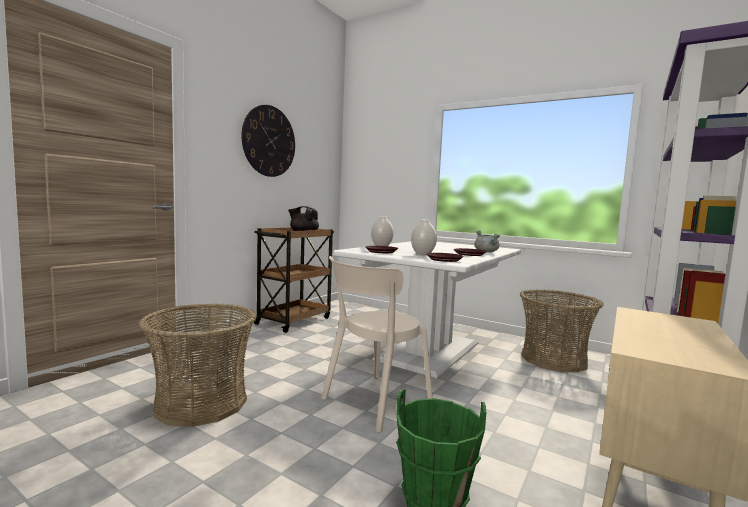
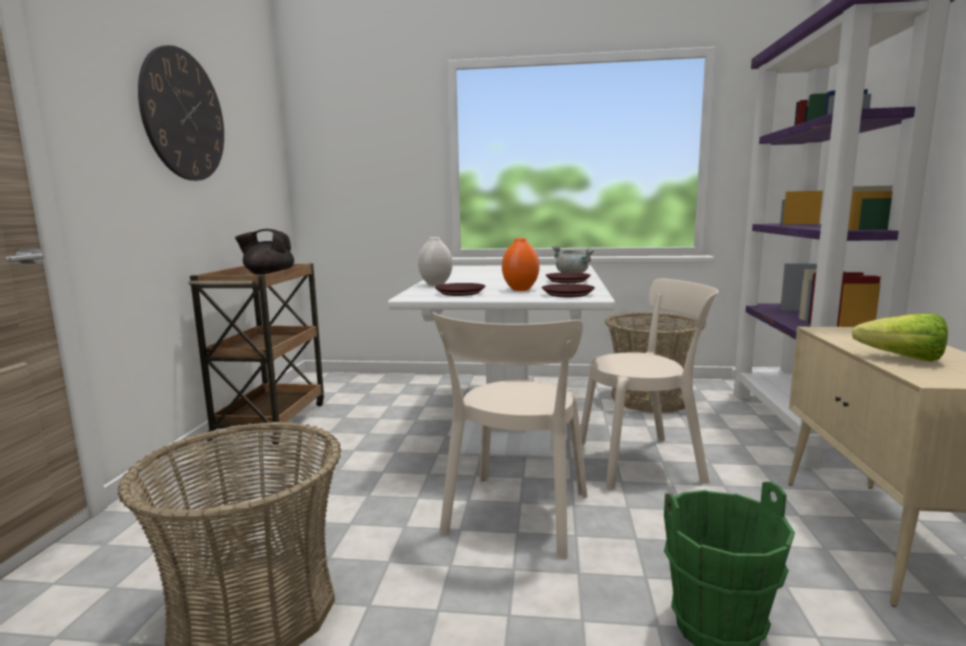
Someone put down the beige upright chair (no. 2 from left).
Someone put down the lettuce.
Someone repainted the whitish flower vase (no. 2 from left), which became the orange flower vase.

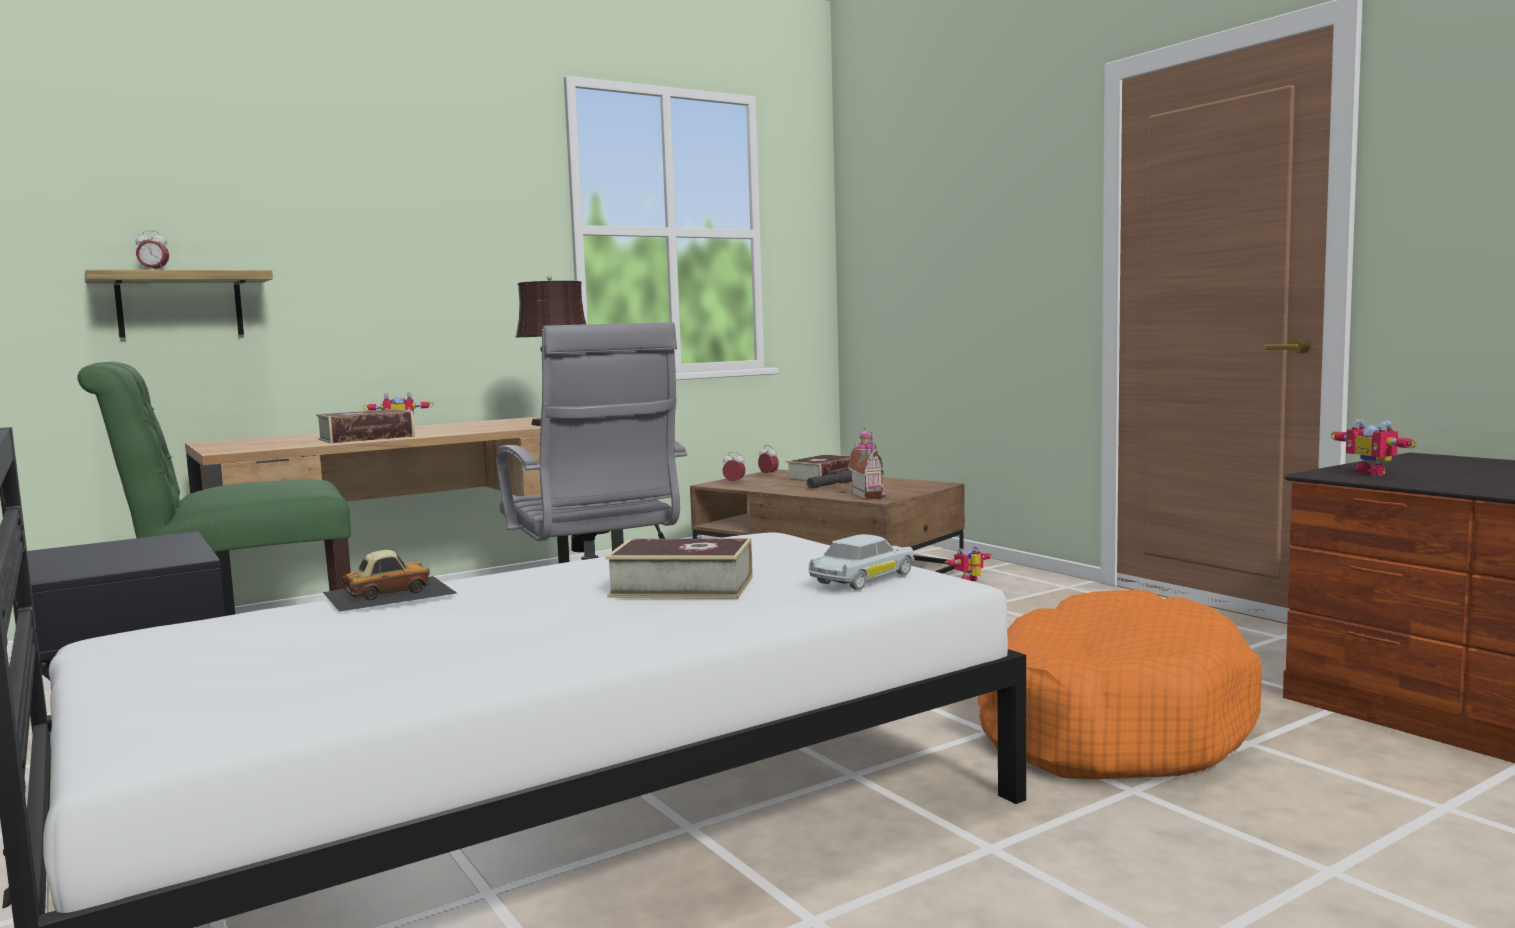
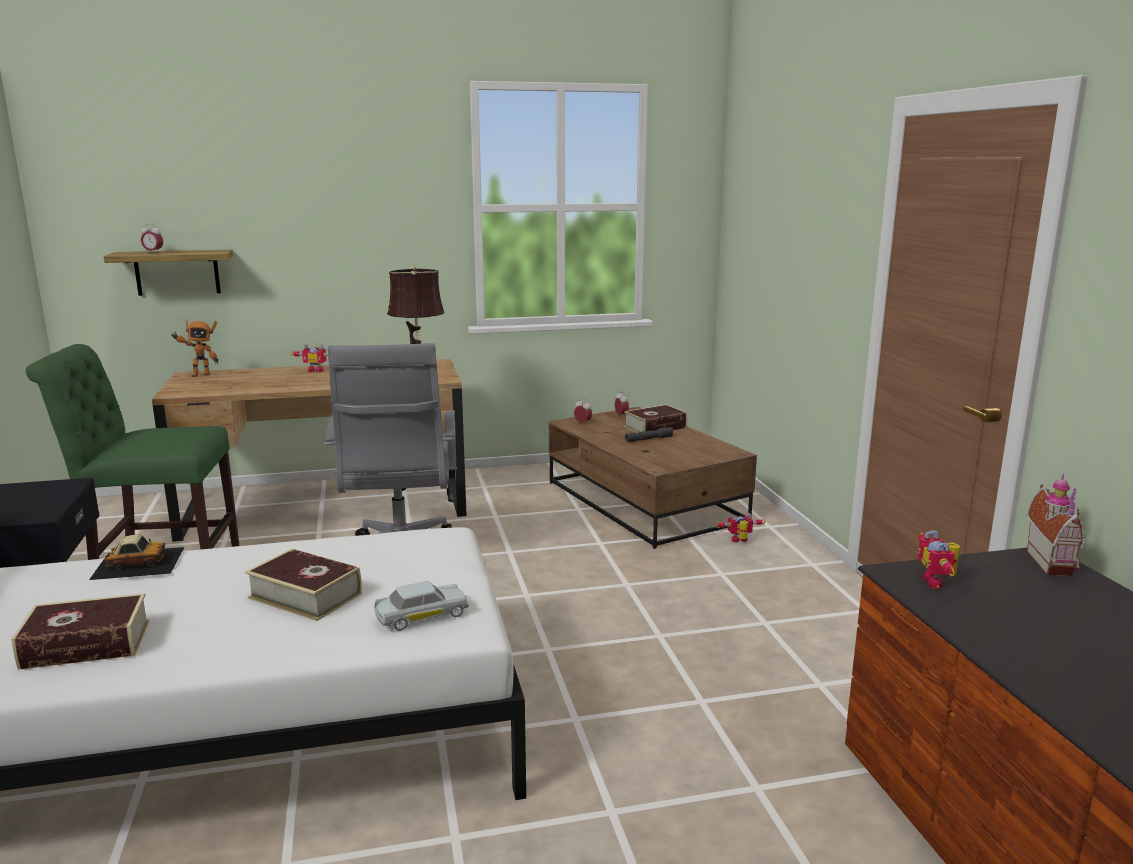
Someone took away the orange pet bed.
Someone put down the robot figure (no. 1 from left).
Someone carried the volume (no. 1 from left).
Someone carried the toy house.

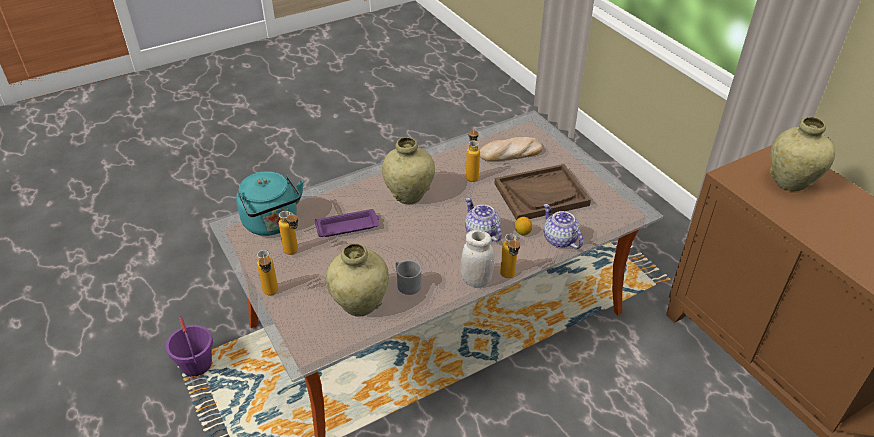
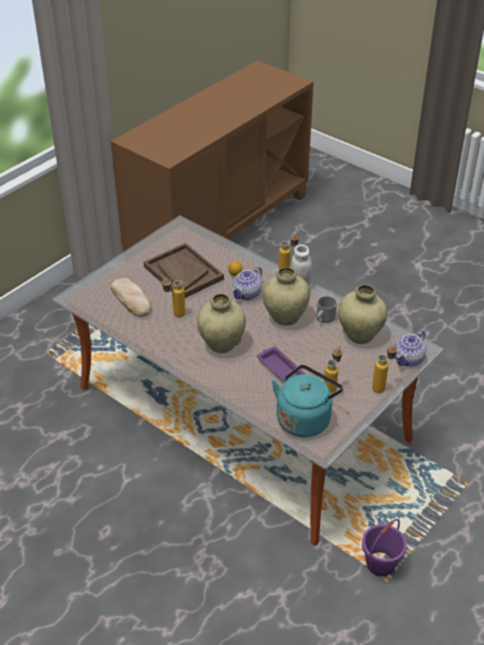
Someone carried the teapot (no. 2 from left).
Someone carried the beige flower vase (no. 3 from left in the first image).

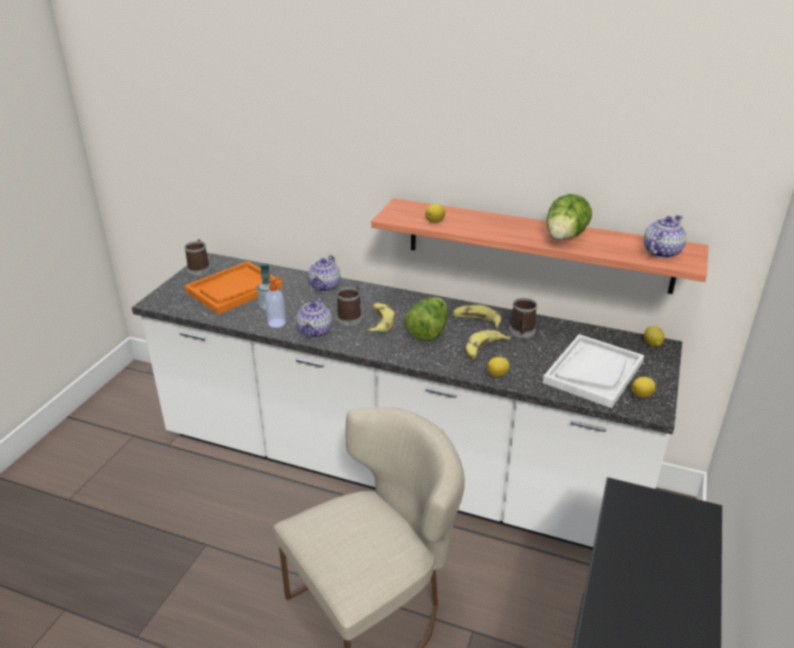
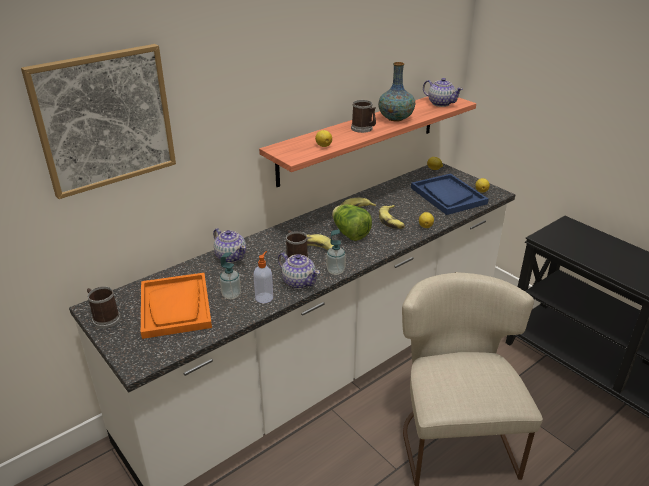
Someone put up the wall art.
Someone put down the soap bottle (no. 3 from left).
Someone carried the coffee mug (no. 3 from left).
Someone swapped the lettuce (no. 2 from left) for the flower vase.
Someone repainted the whitish serving tray, which became the bluish serving tray.
Someone rotated the teapot (no. 3 from left) by 150 degrees clockwise.

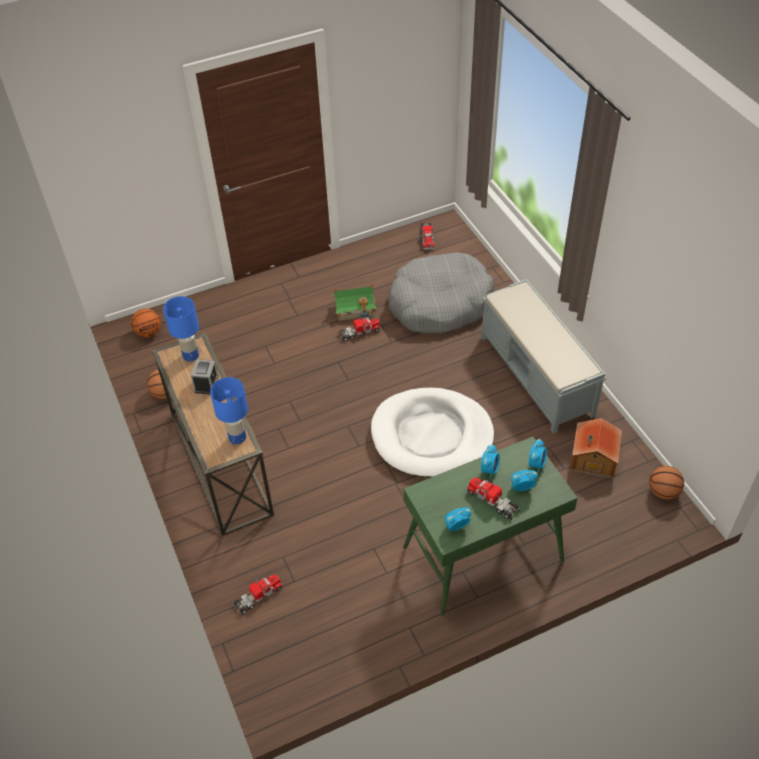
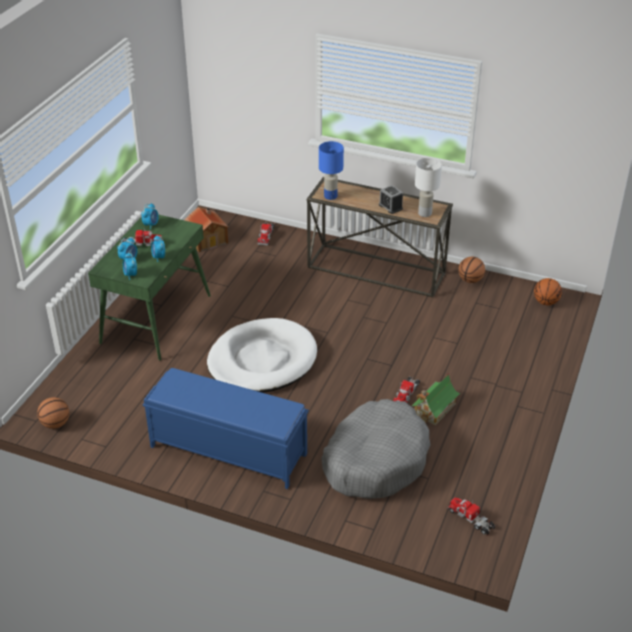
Someone carried the toy house (no. 2 from left in the first image).
Someone repainted the bluish lamp for a table (no. 1 from left), which became the whitish lamp for a table.
Someone repainted the gray indoor bench, which became the bluish indoor bench.

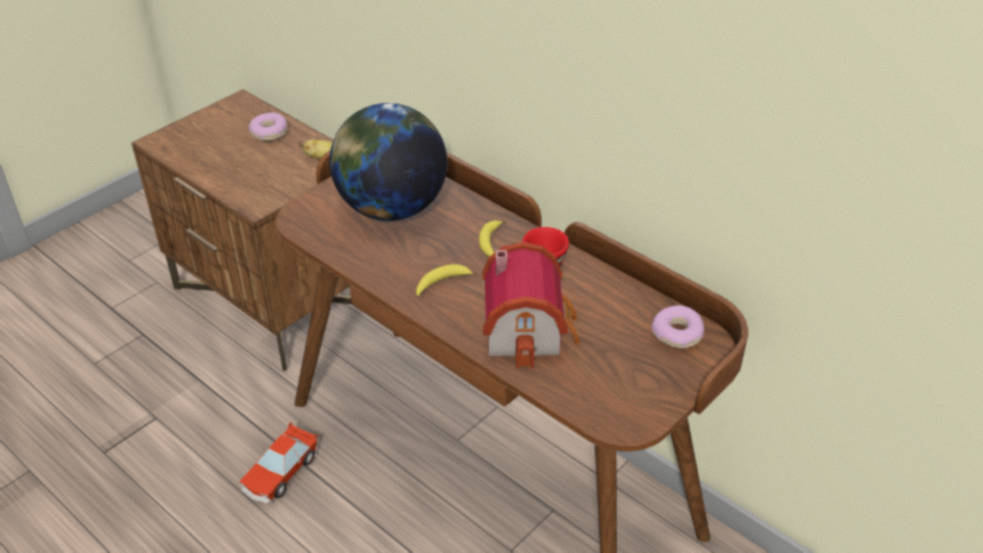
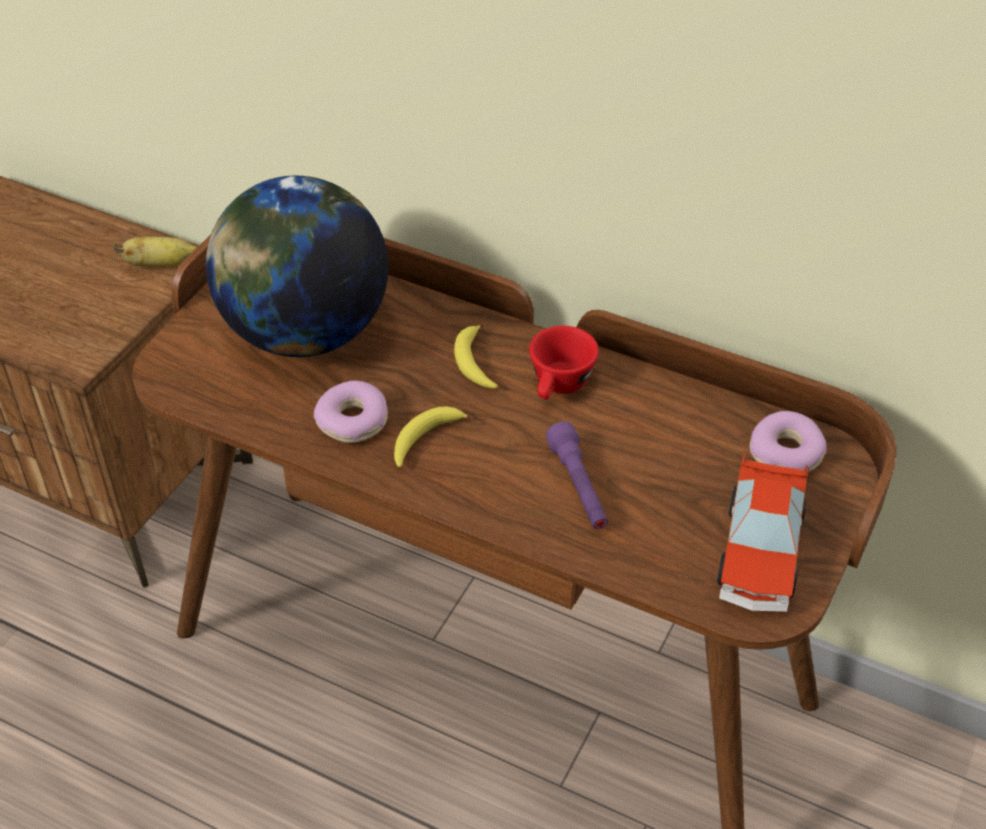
Someone carried the model car.
Someone carried the doughnut (no. 1 from left).
Someone swapped the toy house for the purple-coloured hand torch.

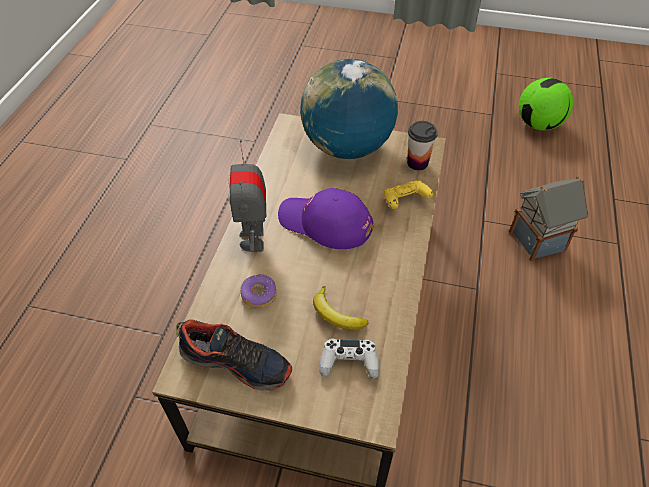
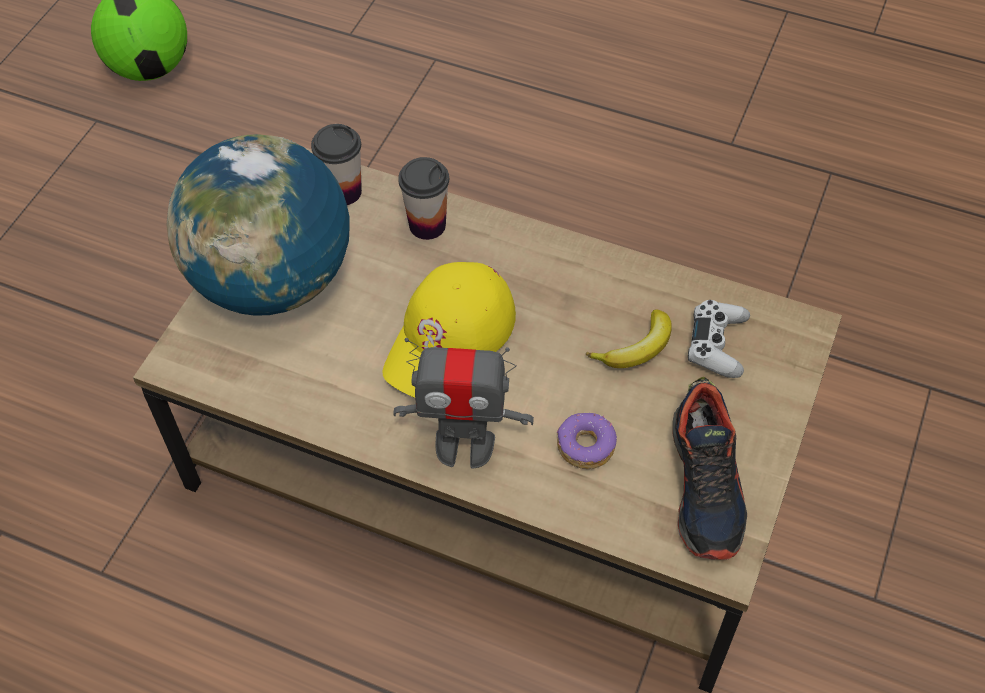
Someone took away the toy house.
Someone swapped the yellowish joypad for the drinking cup (no. 2 from left).
Someone repainted the purple-coloured cap, which became the yellowish cap.
Someone rotated the shoe by 150 degrees clockwise.

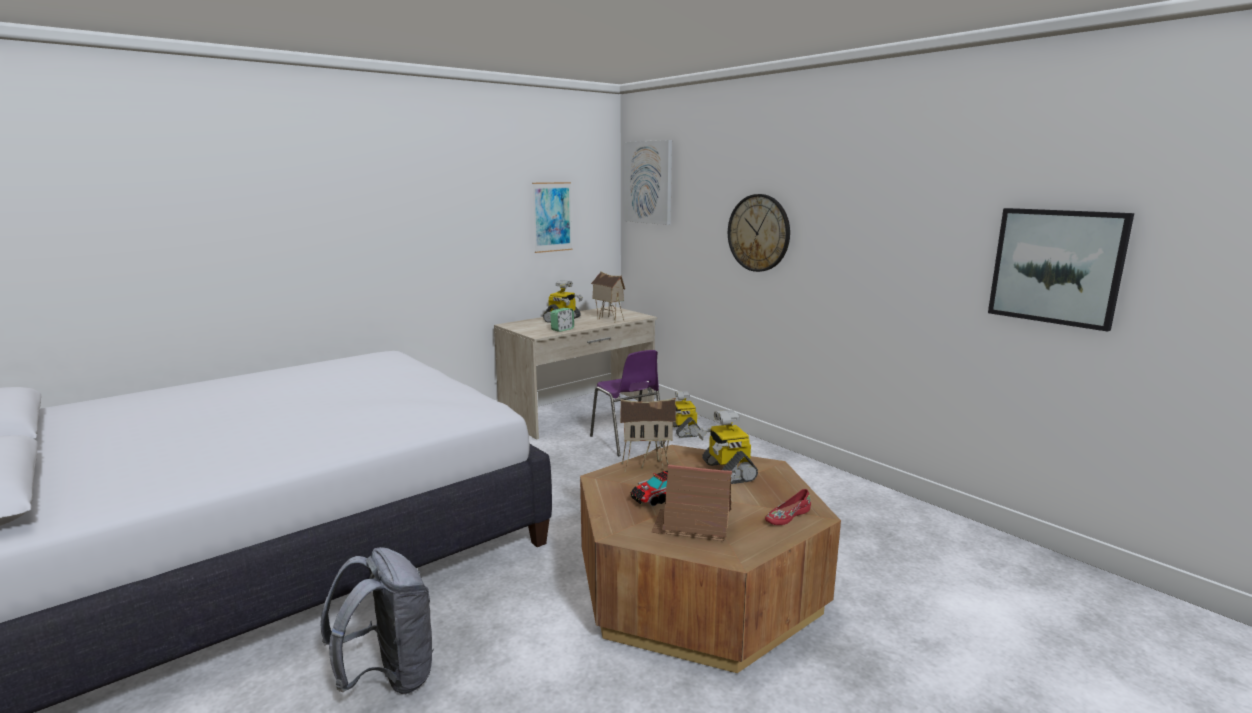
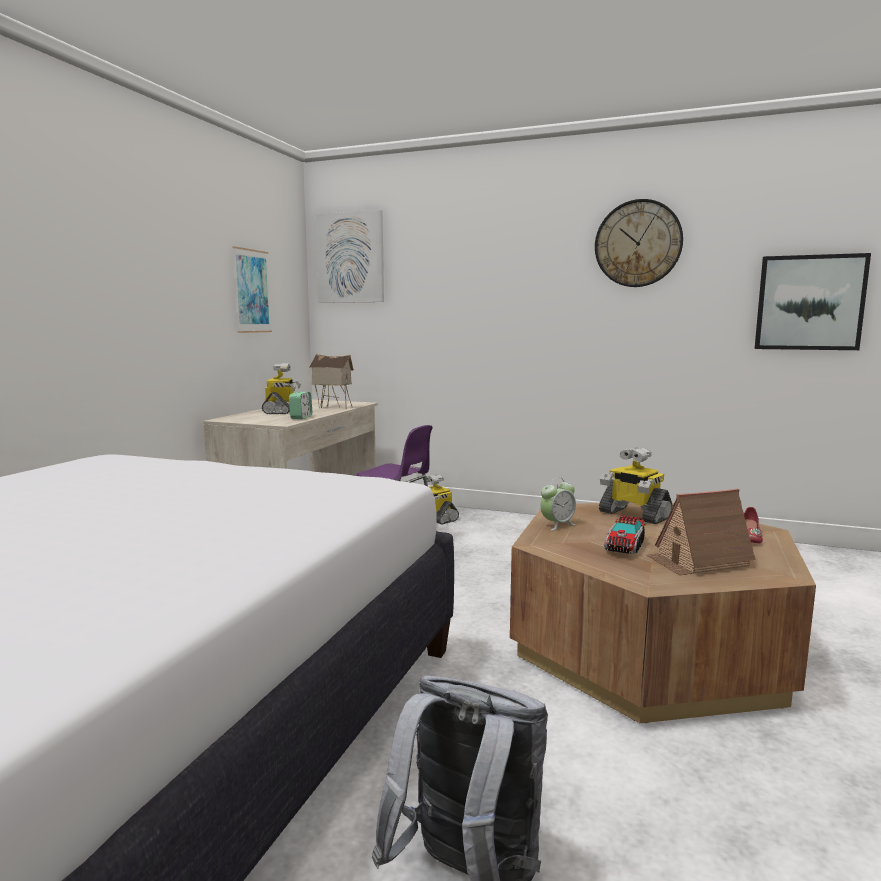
Someone carried the hanging clock.
Someone swapped the toy house (no. 2 from left) for the table clock (no. 2 from left).

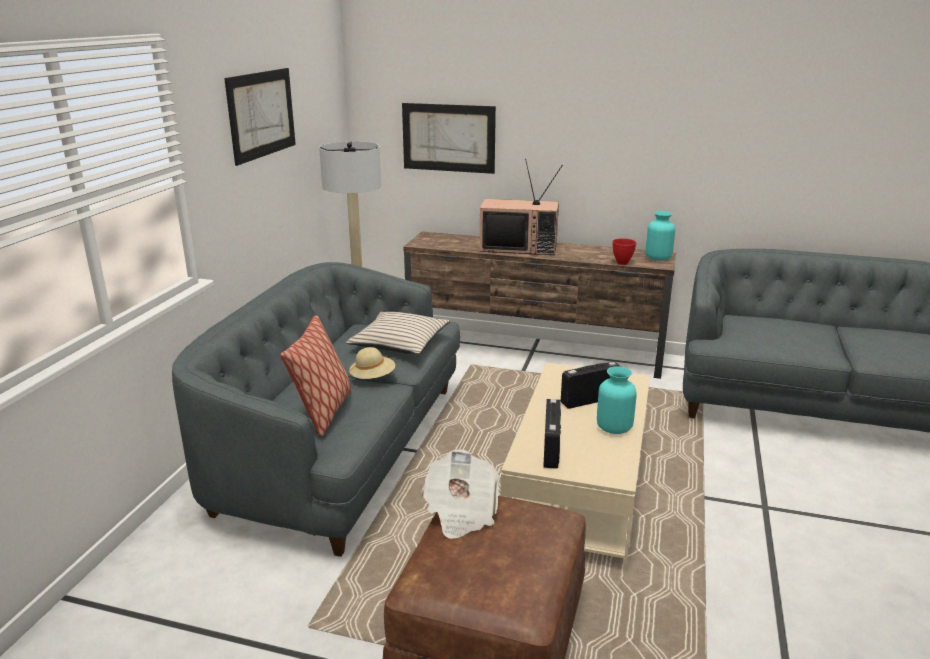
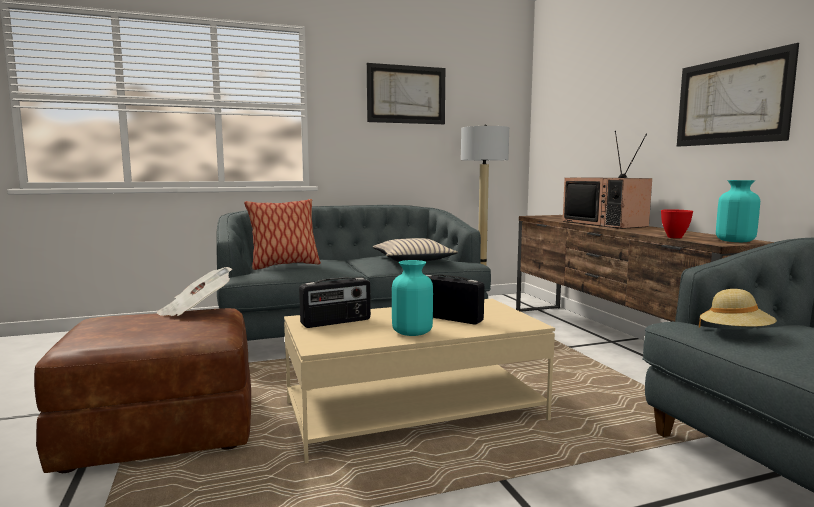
Someone carried the beige wearable hat.
Someone carried the wall art (no. 2 from left).

